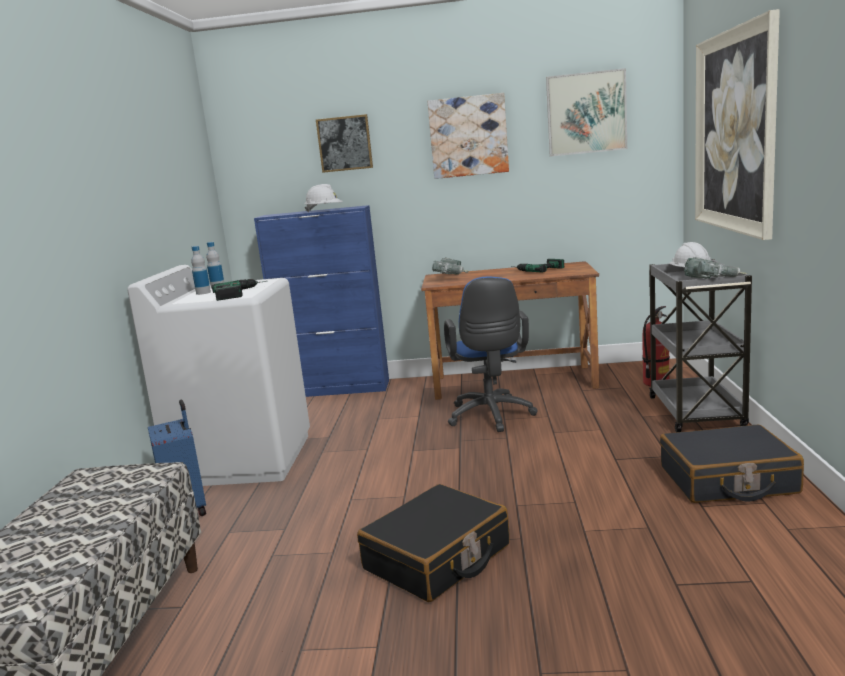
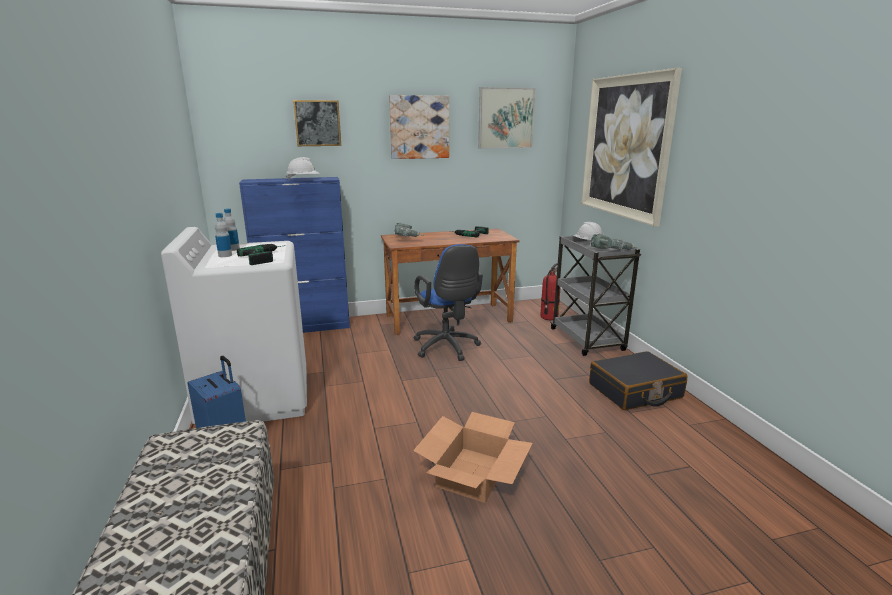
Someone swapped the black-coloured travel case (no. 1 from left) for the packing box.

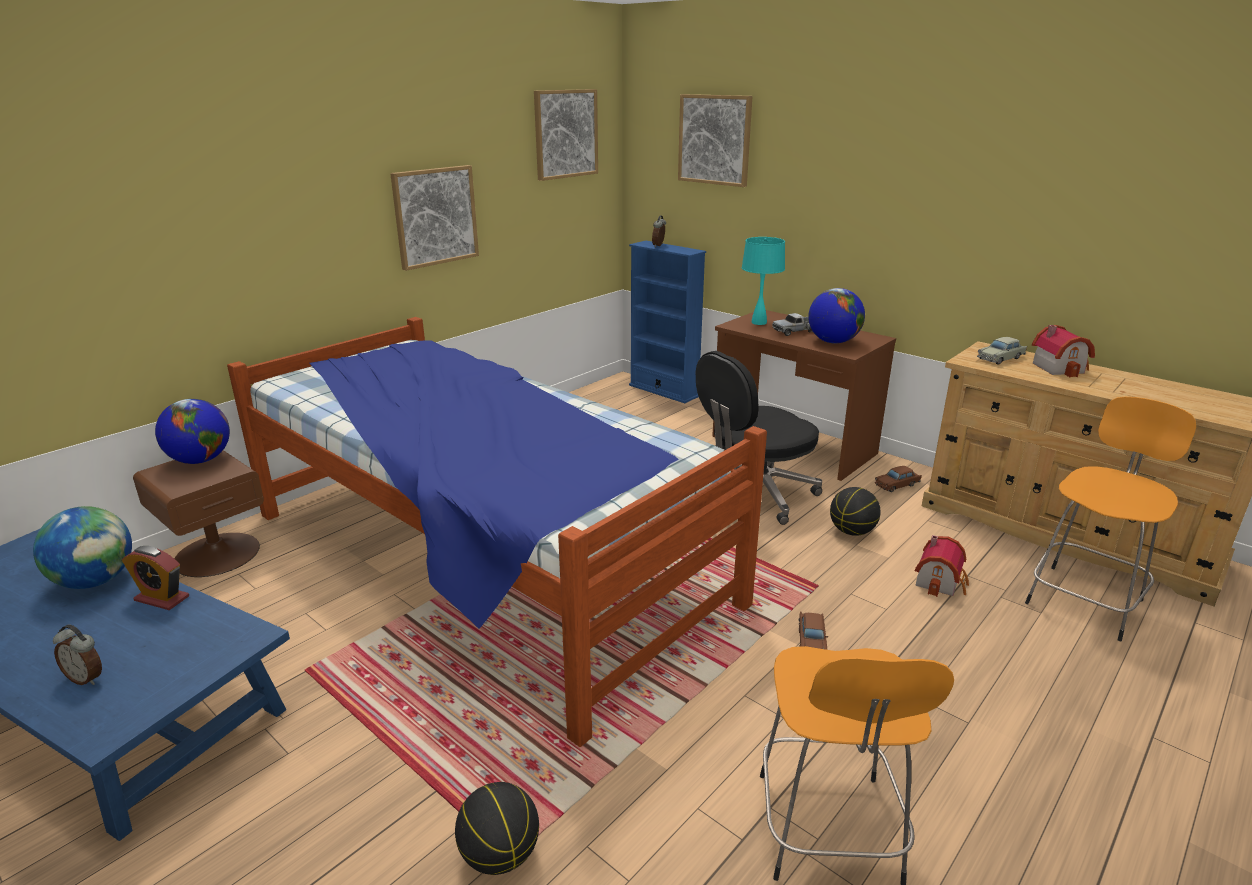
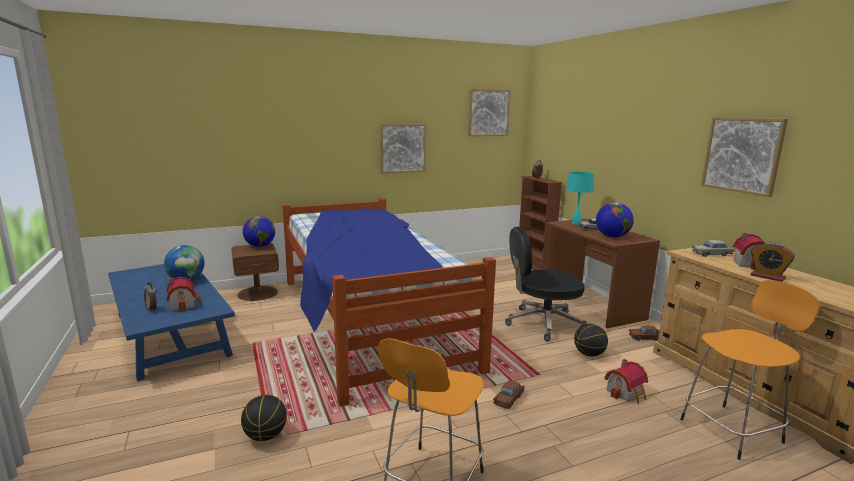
Someone put down the toy house (no. 1 from left).
Someone carried the table clock (no. 2 from left in the first image).
Someone carried the wall art (no. 3 from left).
Someone repainted the bluish bookshelf, which became the brownish bookshelf.

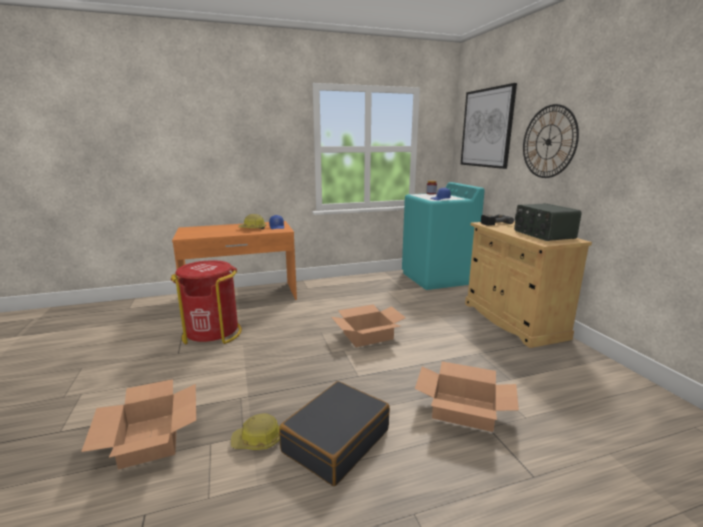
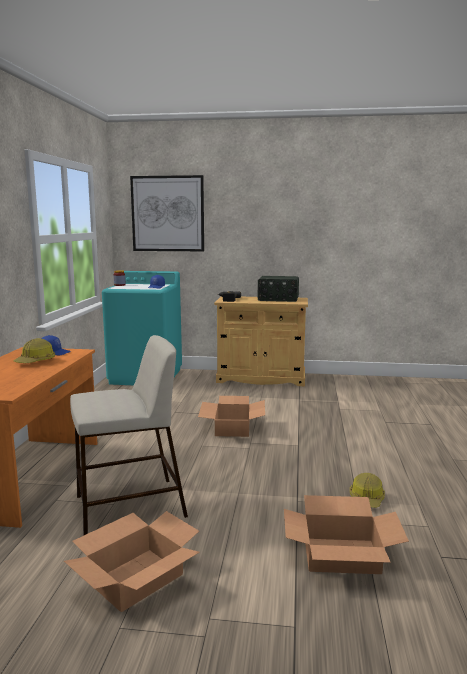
Someone took away the black-coloured travel case.
Someone took away the hanging clock.
Someone carried the packing box (no. 3 from left in the first image).
Someone swapped the red rubbish bin for the beige stool.

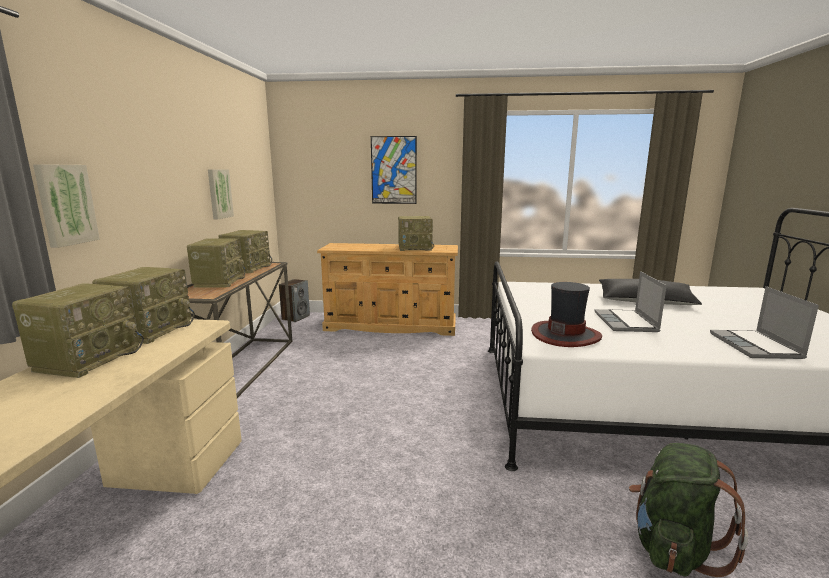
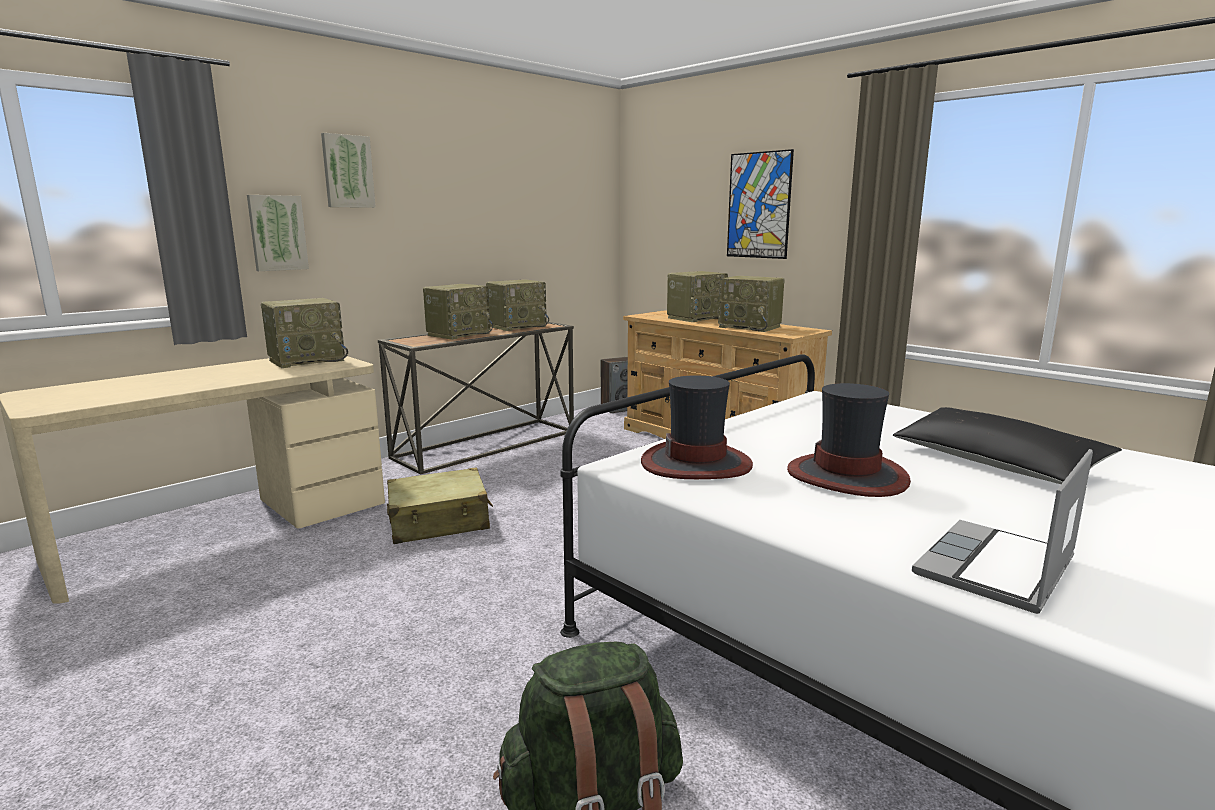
Someone put down the beige travel case.
Someone carried the radio (no. 1 from left in the first image).
Someone carried the wall art (no. 2 from left).
Someone swapped the notebook computer (no. 1 from left) for the wearable hat (no. 2 from left).

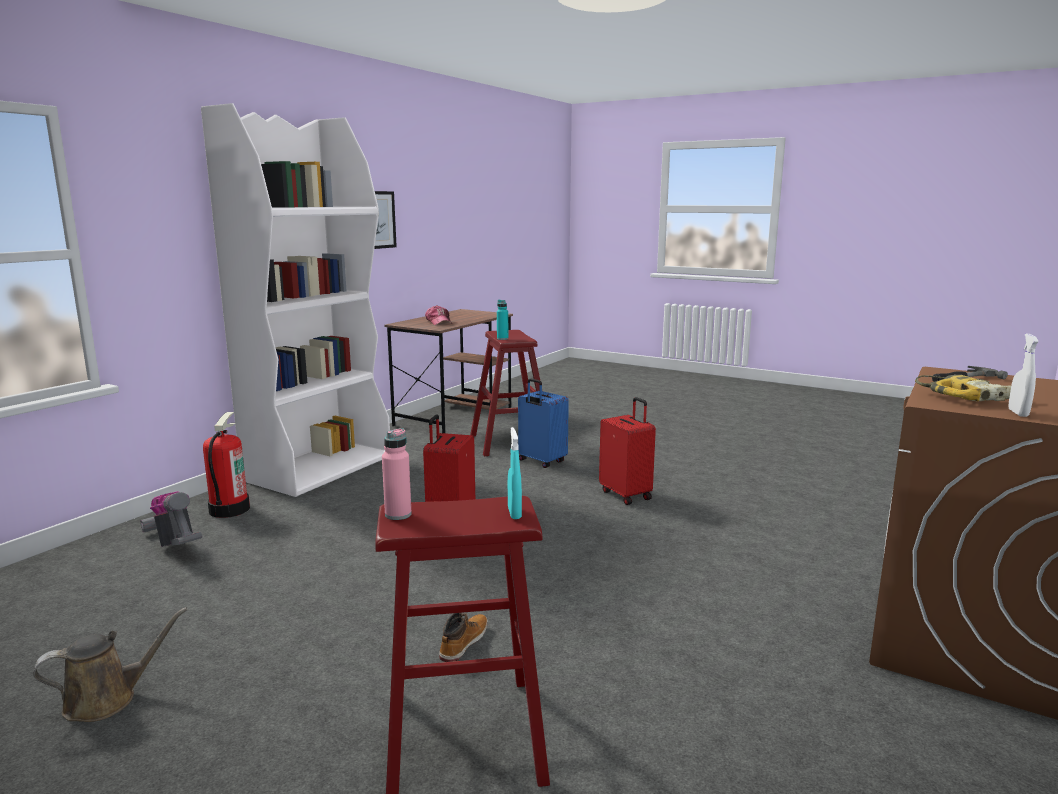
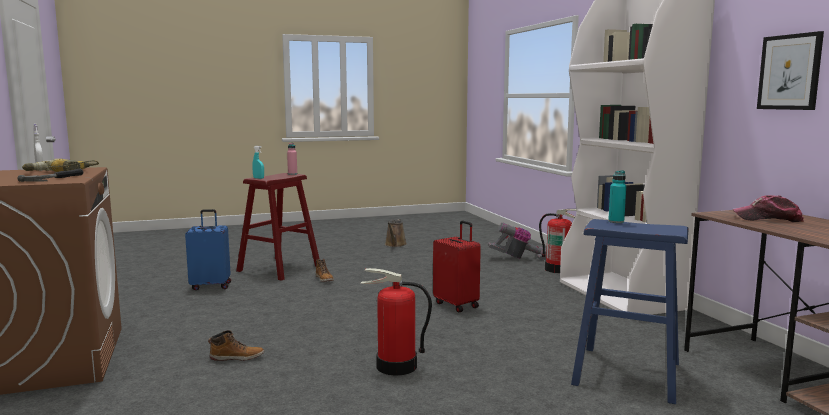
Someone put down the boot (no. 1 from left).
Someone carried the bluish travel case.
Someone swapped the red travel case (no. 2 from left) for the fire extinguisher (no. 1 from left).
Someone repainted the red stool (no. 2 from left), which became the bluish stool.

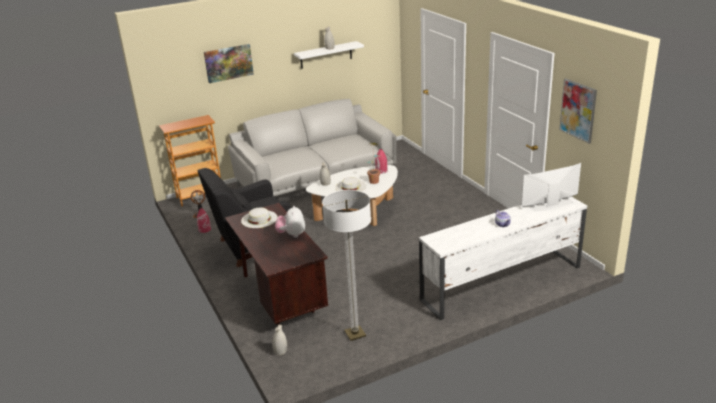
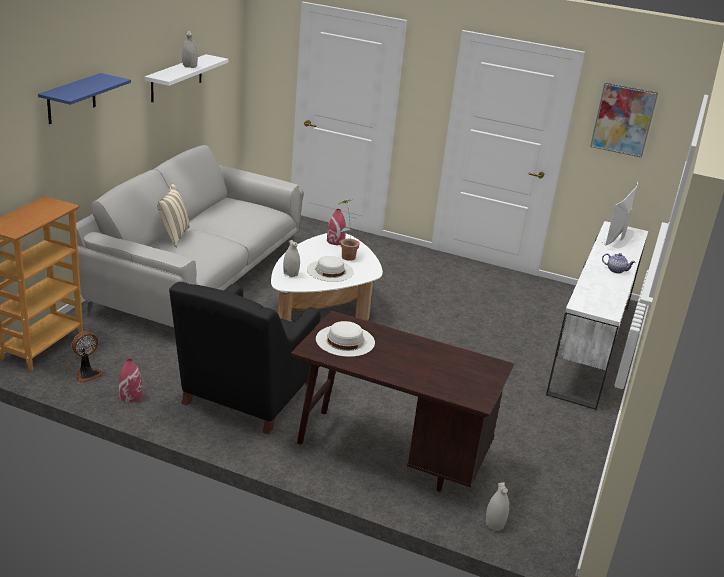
Someone took away the plush toy.
Someone took away the floor lamp.
Someone put down the beige pillow.
Someone swapped the wall art (no. 1 from left) for the bluish shelf.

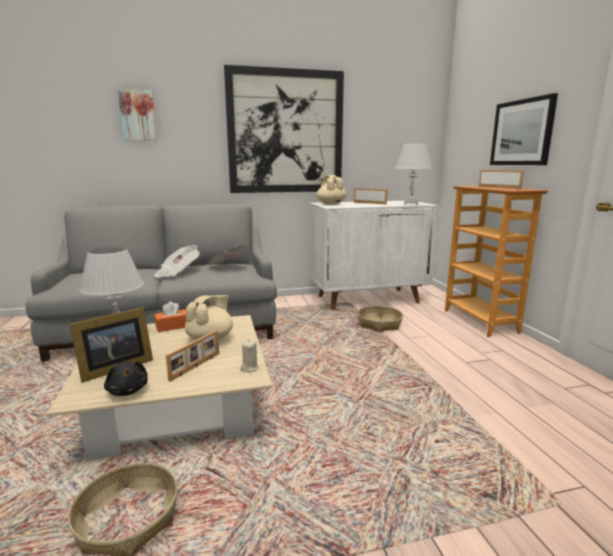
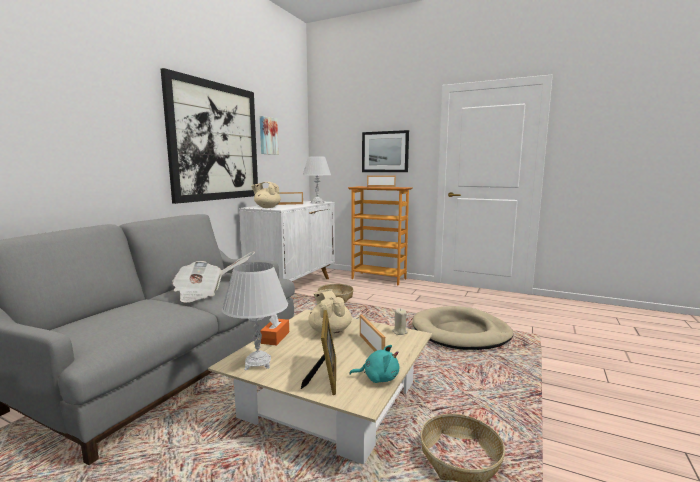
Someone put down the beige pet bed.
Someone carried the wall art (no. 1 from left in the first image).
Someone repainted the black-coloured plush toy, which became the turquoise plush toy.

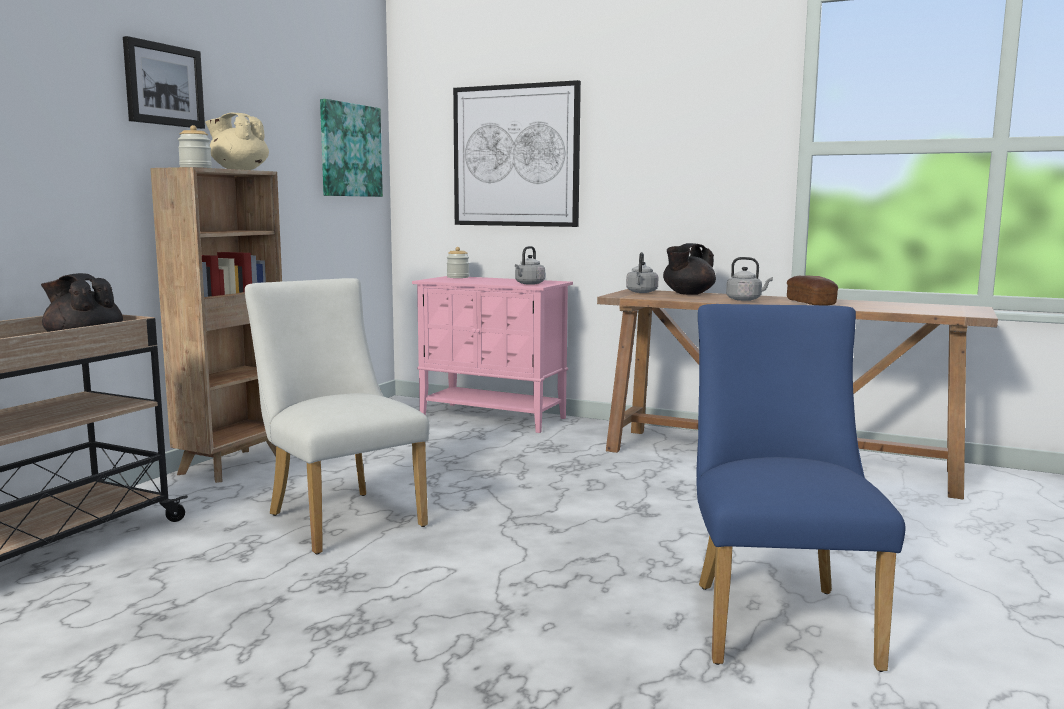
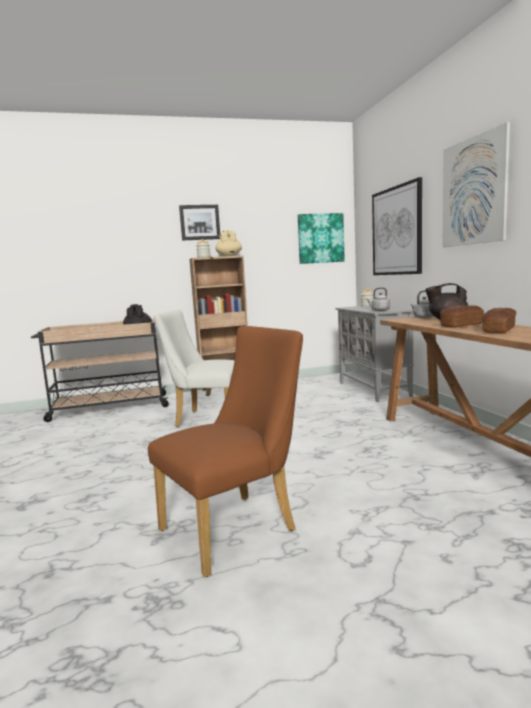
Someone put up the wall art (no. 4 from left).
Someone swapped the gray kettle (no. 3 from left) for the baked bread (no. 1 from left).
Someone repainted the pink cupboard, which became the gray cupboard.
Someone repainted the bluish upright chair, which became the brownish upright chair.
Someone rotated the whitish upright chair by 90 degrees counterclockwise.

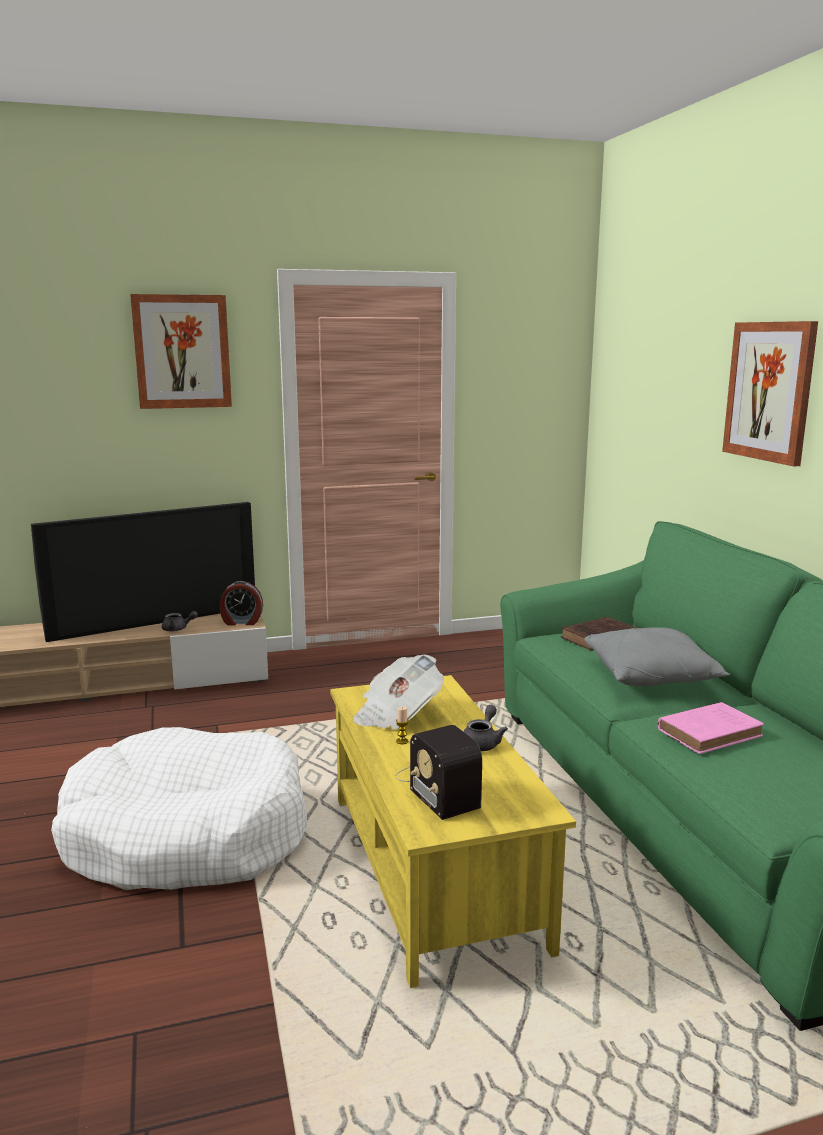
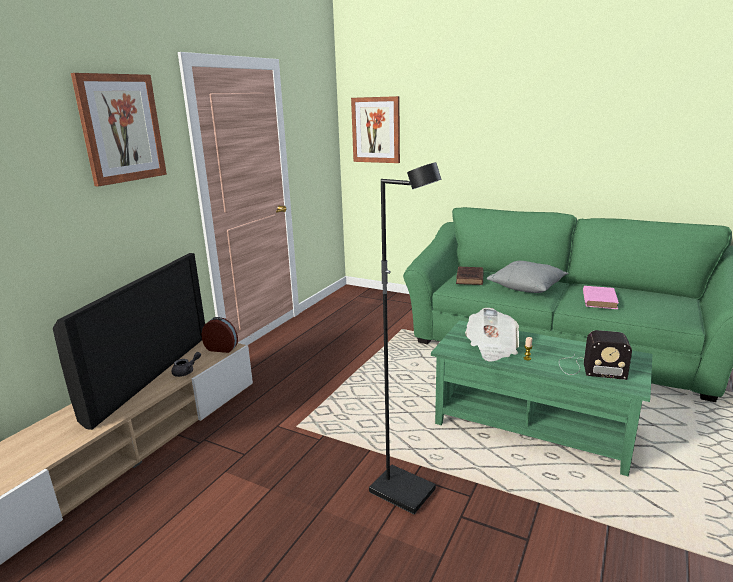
Someone took away the gray teapot (no. 2 from left).
Someone carried the wall art (no. 2 from left).
Someone swapped the whitish pet bed for the black-coloured floor lamp.
Someone repainted the yellowish coffee table, which became the green-coloured coffee table.
Someone rotated the table clock by 120 degrees counterclockwise.

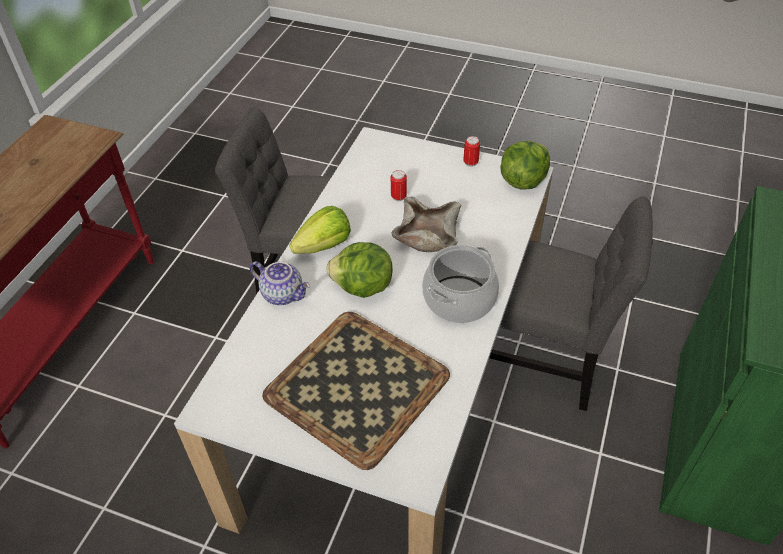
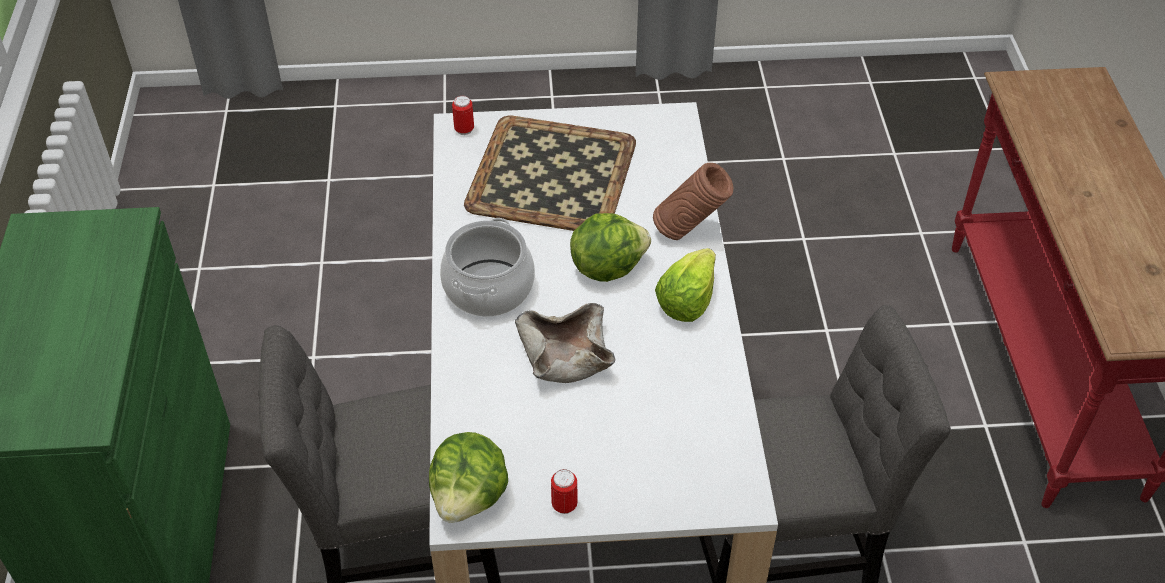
Someone carried the can (no. 1 from left).
Someone swapped the teapot for the brownish flower vase.

